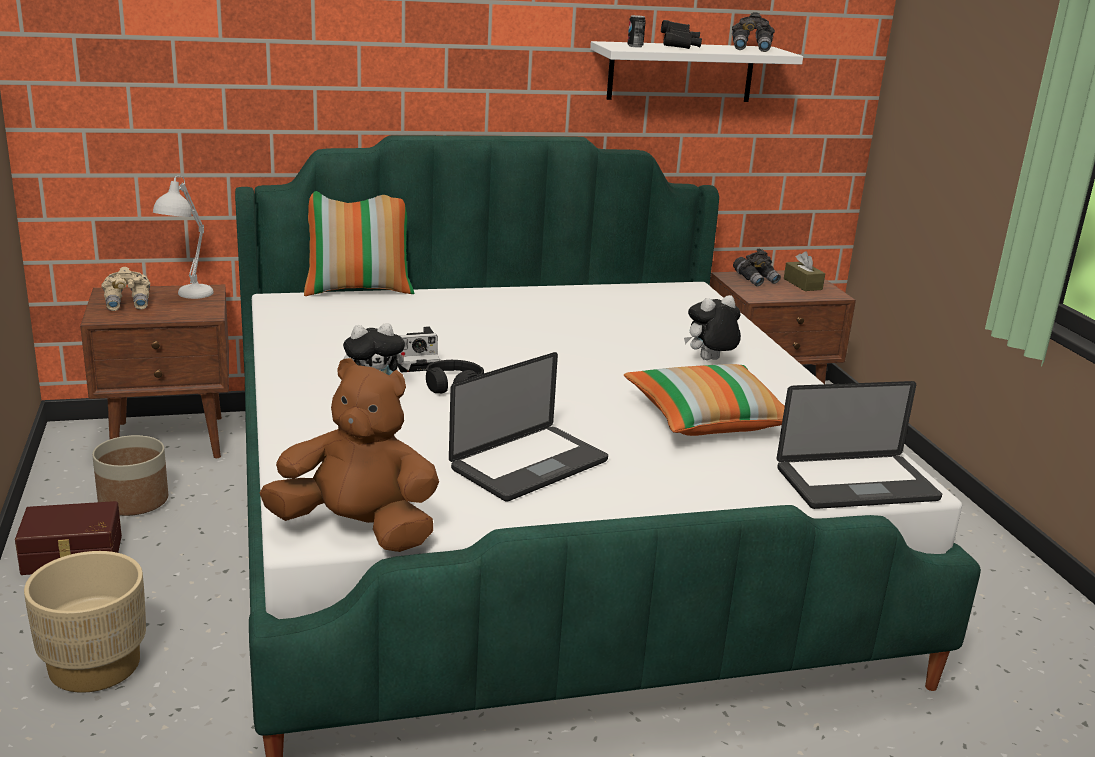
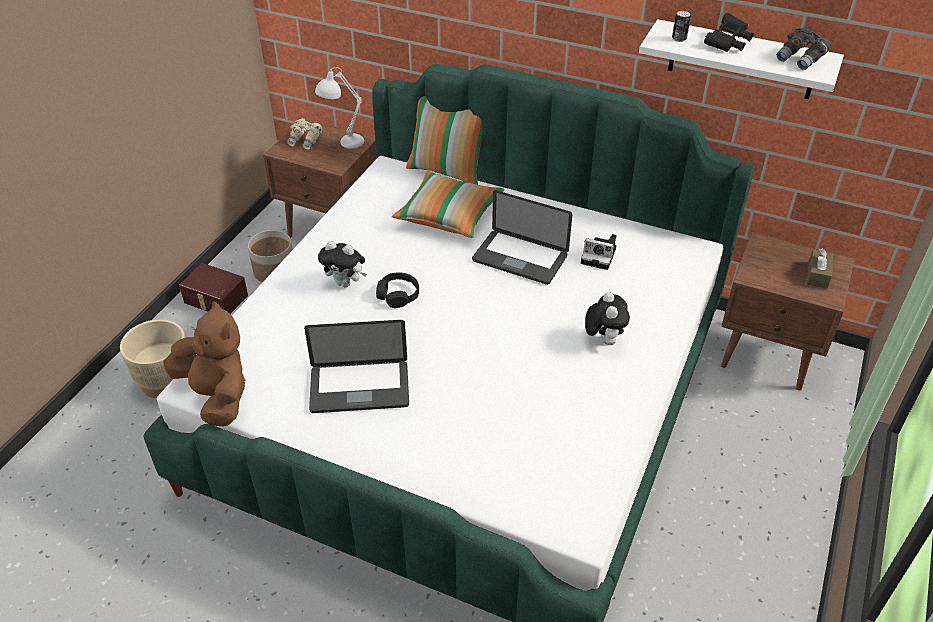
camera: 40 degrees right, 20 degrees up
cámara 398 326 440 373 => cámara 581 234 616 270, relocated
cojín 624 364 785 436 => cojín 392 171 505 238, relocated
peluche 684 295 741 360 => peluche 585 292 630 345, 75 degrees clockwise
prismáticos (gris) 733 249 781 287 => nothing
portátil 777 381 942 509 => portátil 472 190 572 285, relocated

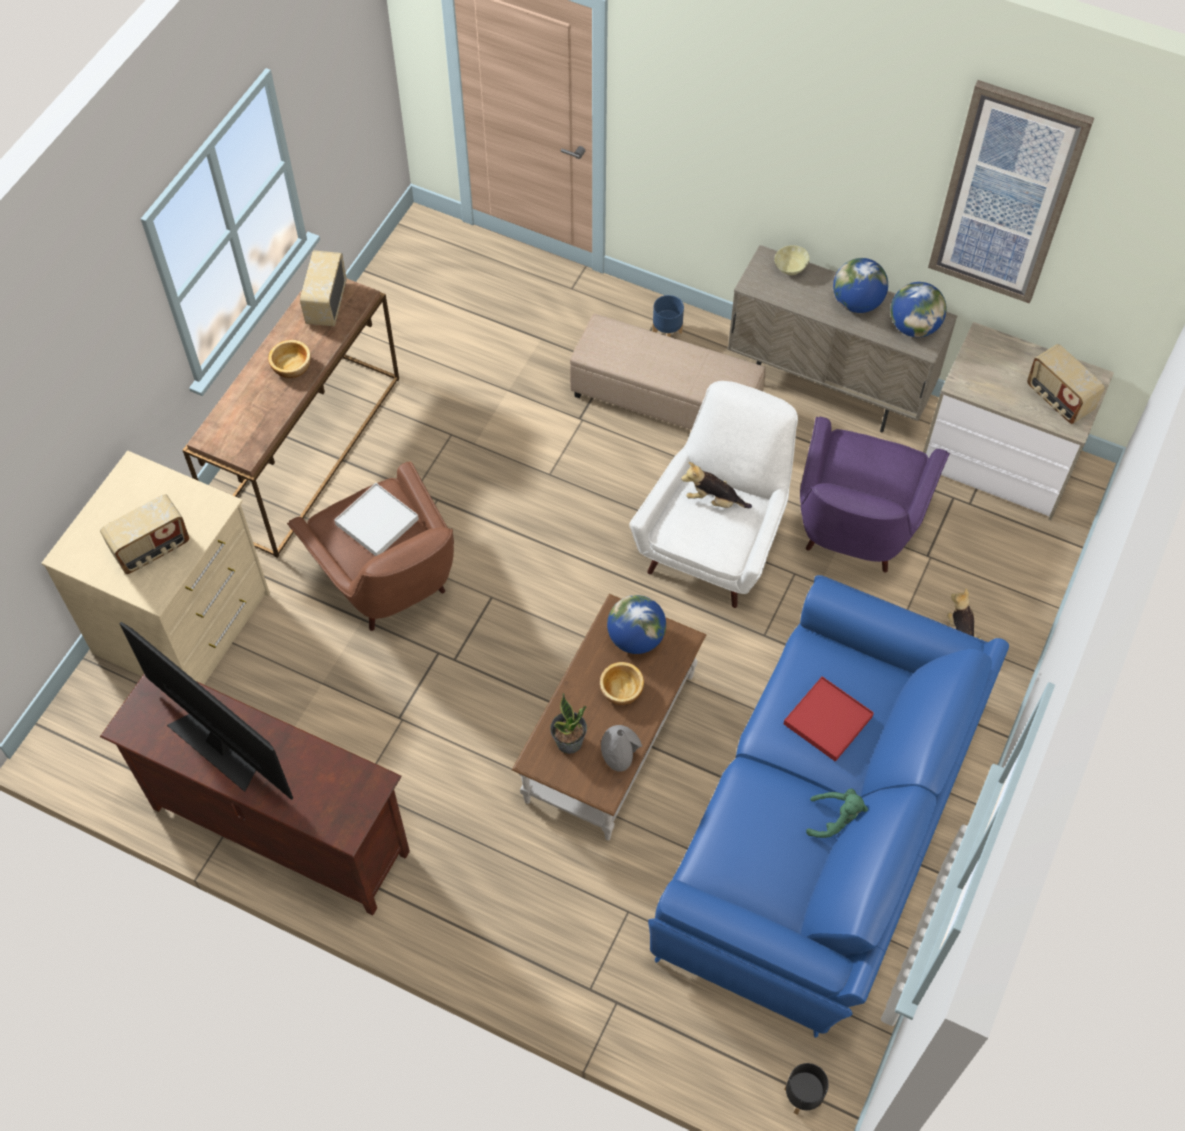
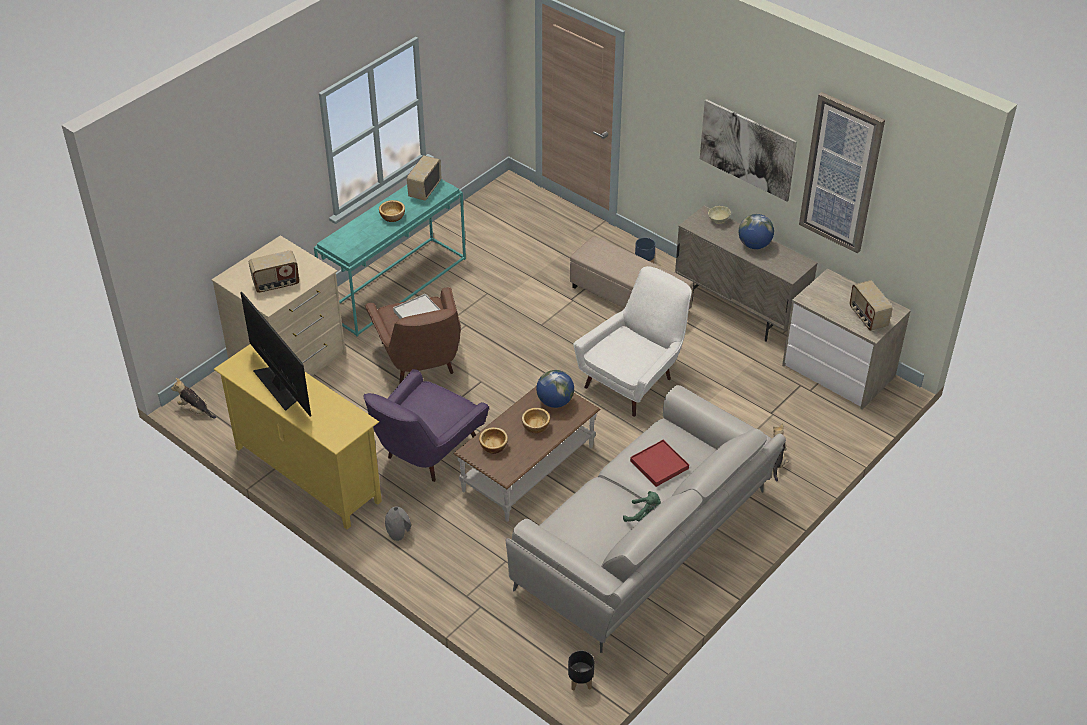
camera: 15 degrees right, 15 degrees down
mueble de televisión (marrón) 100 674 410 916 => mueble de televisión (amarillo) 213 344 382 529
mesa consola (marrón) 182 278 399 558 => mesa consola (turquesa) 314 179 466 337
planta en maceta 550 693 587 754 => cuenco 479 427 508 454
florero (gris) 601 725 642 772 => florero (gris) 385 506 411 541, relocated
sofá (azul) 648 575 1009 1038 => sofá (gris) 506 385 786 653
peluche 681 462 752 508 => peluche 171 378 216 419, relocated
sillón (morado) 800 417 950 573 => sillón (morado) 363 369 489 482, relocated
globo terráqueo 891 282 947 337 => nothing
nothing => cuadro 700 99 797 202

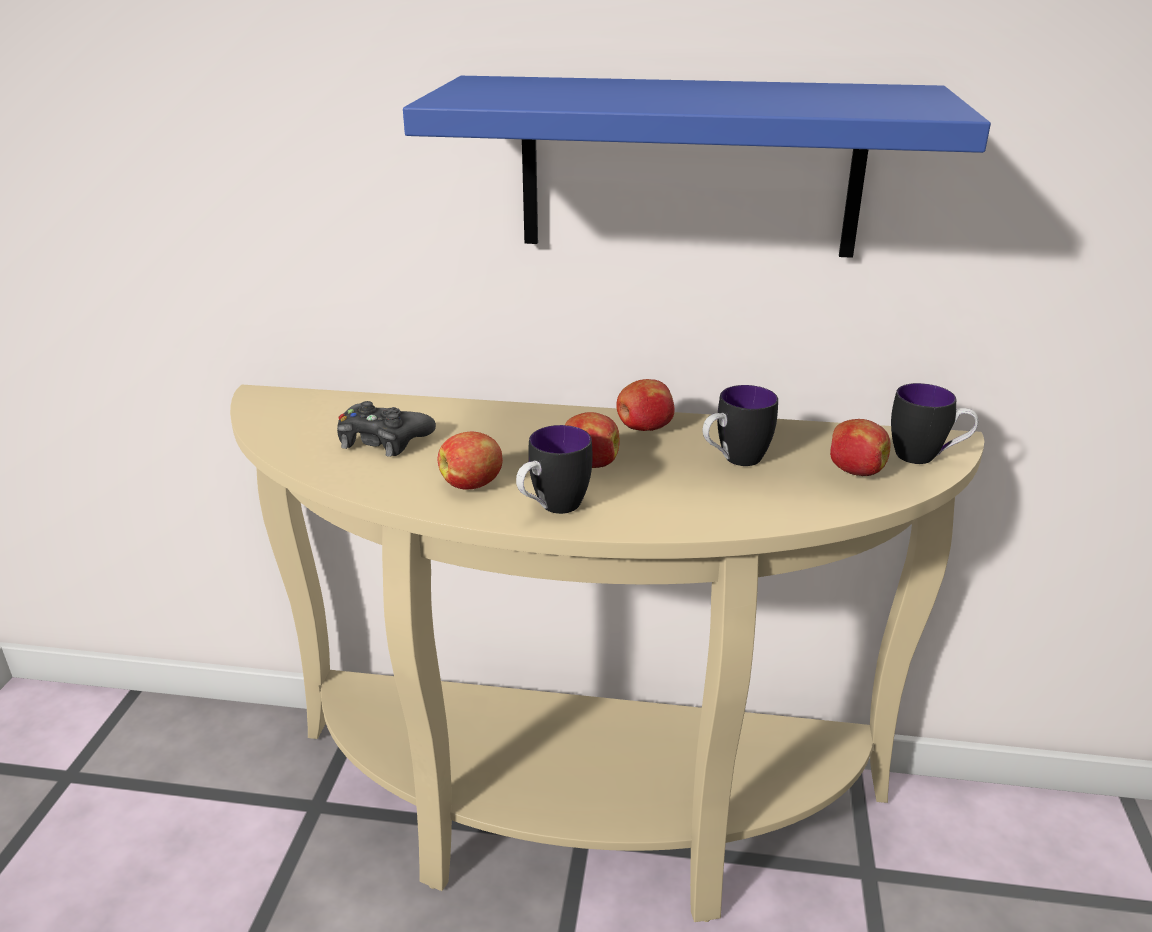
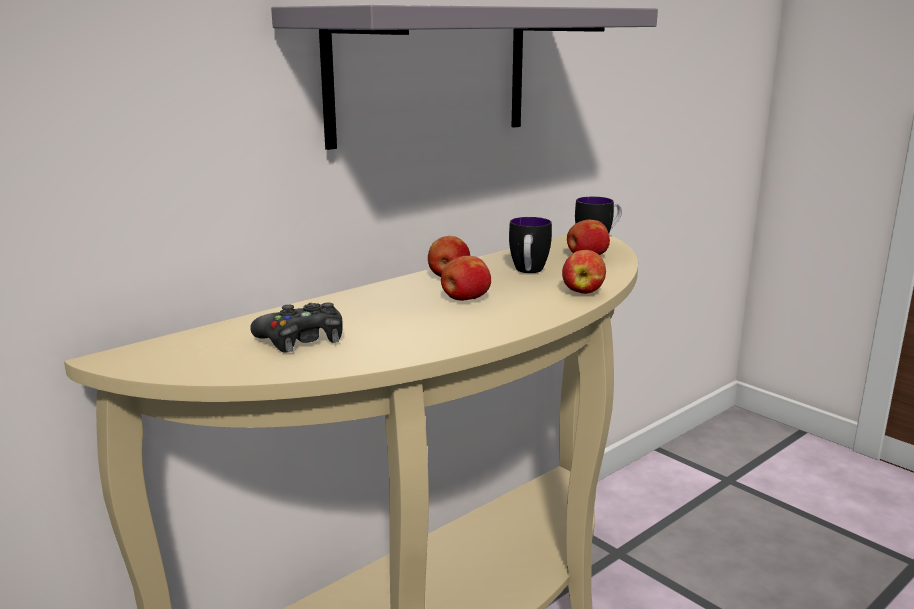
camera: 50 degrees left, 10 degrees down
estante (azul) 403 76 991 258 => estante (gris) 271 5 658 150
manzana 438 431 503 490 => manzana 562 250 606 294, relocated
taza grande 516 425 593 514 => nothing

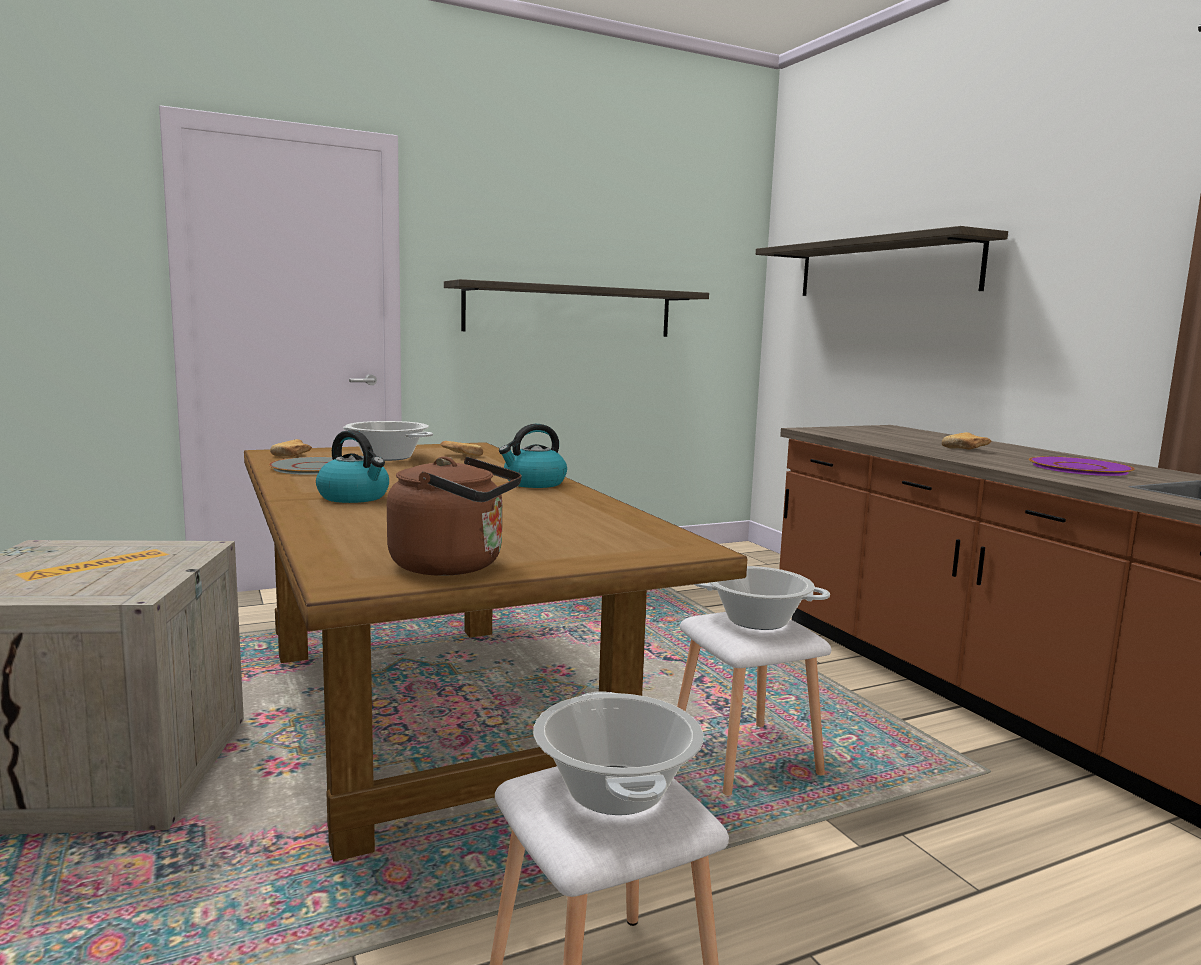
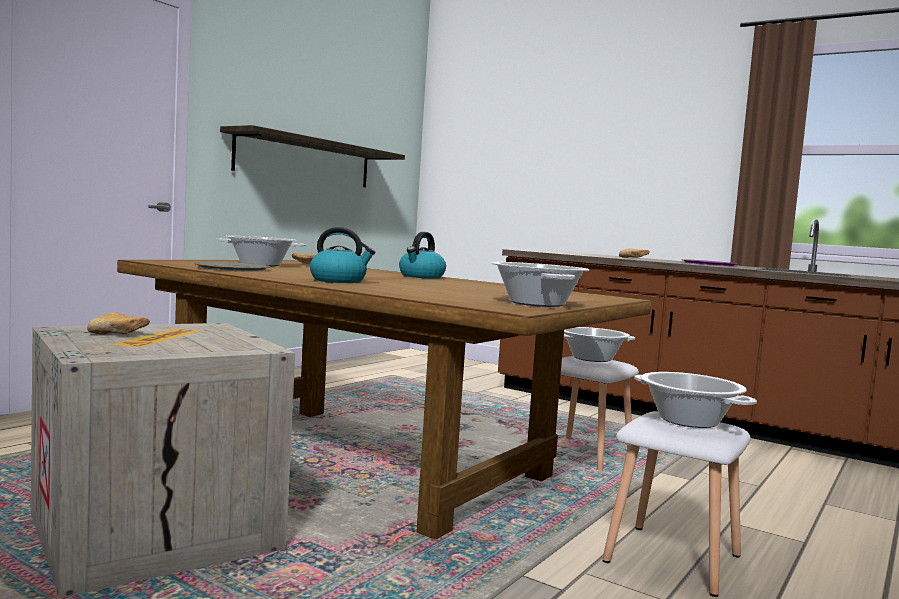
camera: 30 degrees left, 5 degrees down
pan 270 439 312 457 => pan 87 312 150 334, relocated
hervidor (marrón) 387 457 522 576 => olla 492 262 589 307
estante 756 226 1008 296 => nothing

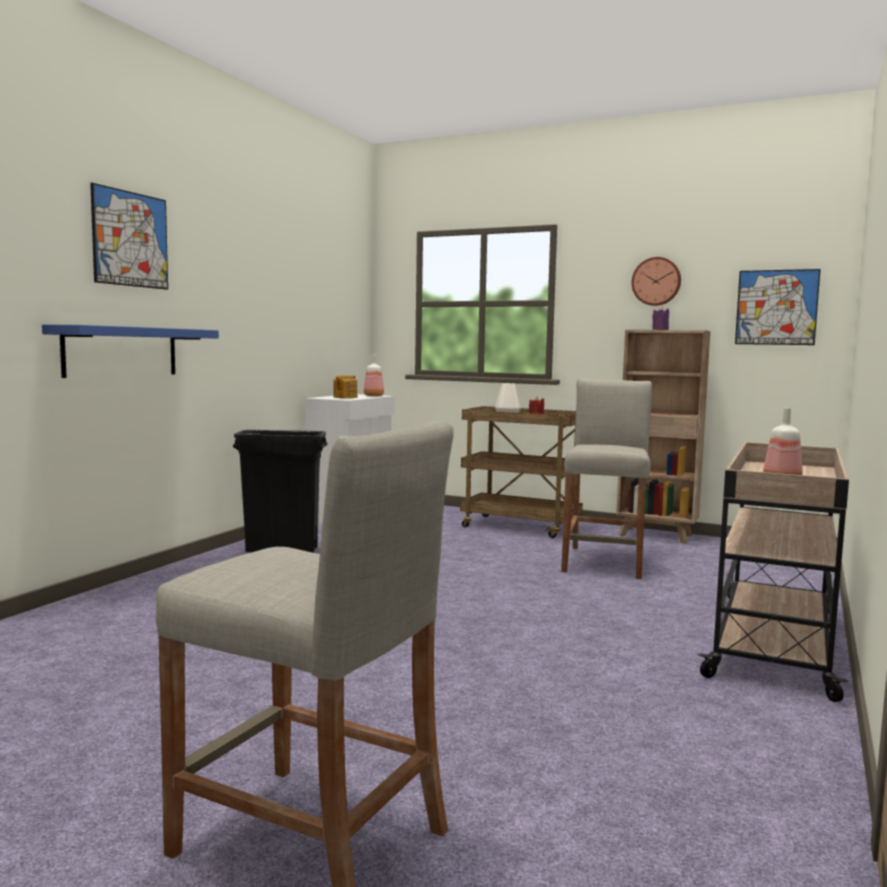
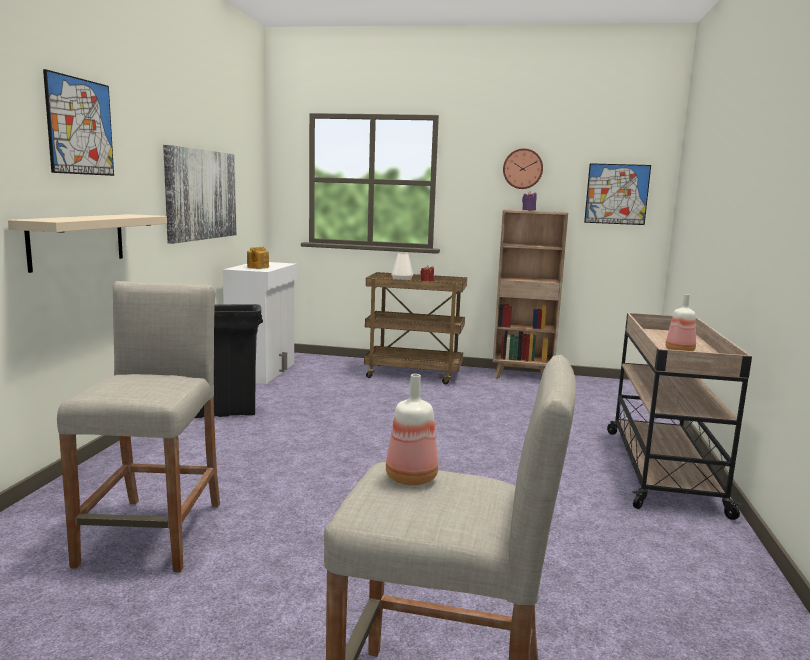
camera: 15 degrees left, 5 degrees up
estante (azul) 42 325 219 378 => estante (beis) 8 214 167 273
botella 364 355 384 397 => botella 386 374 438 485, relocated
taburete (beis) 561 379 652 579 => taburete (beis) 57 281 220 572, relocated
nothing => cuadro 163 145 237 244

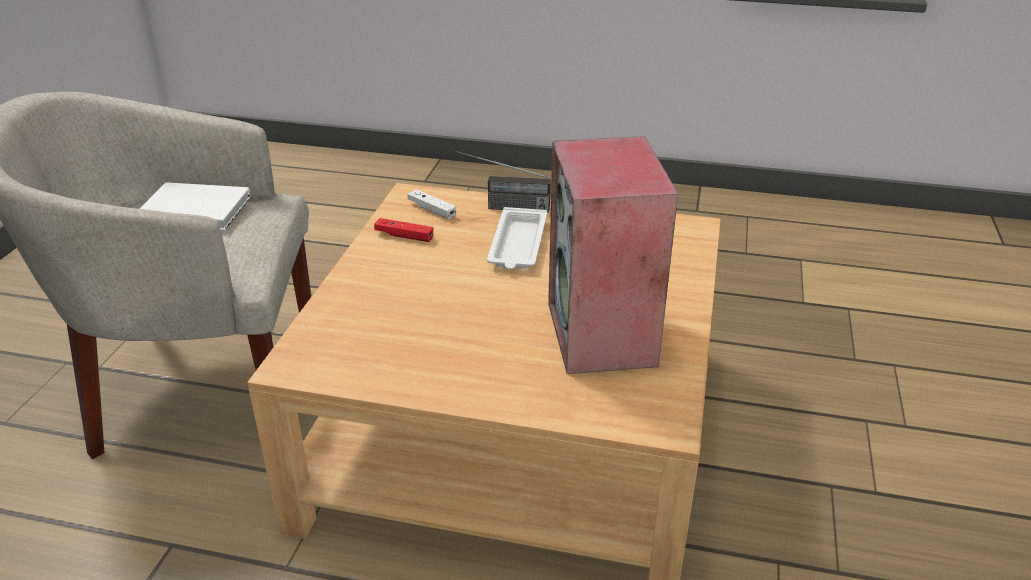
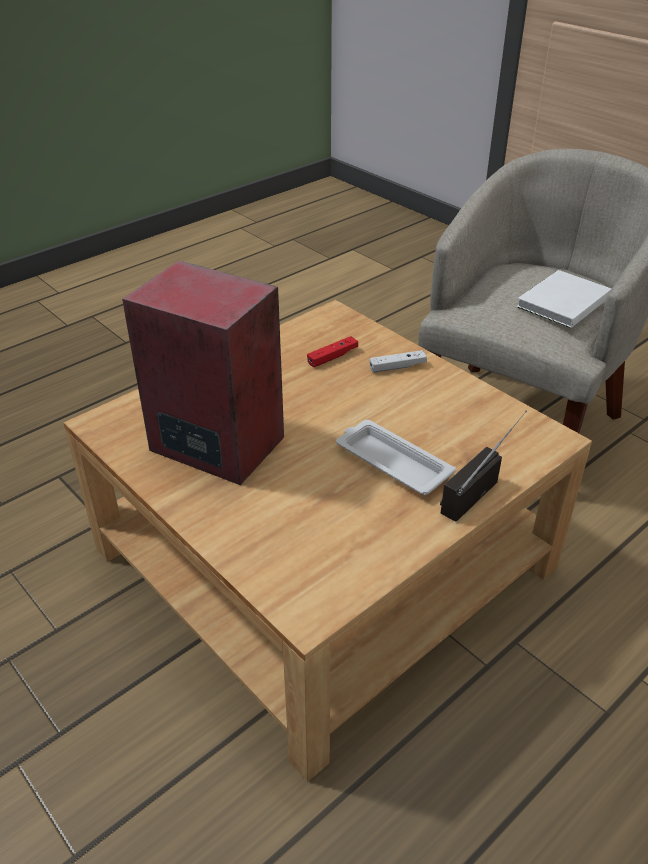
camera: 125 degrees right, 5 degrees up
mando de consola (rojo) 374 218 433 242 => mando de consola (rojo) 307 336 358 367, relocated
mando de consola (blanco) 407 189 456 219 => mando de consola (blanco) 370 350 427 373, relocated

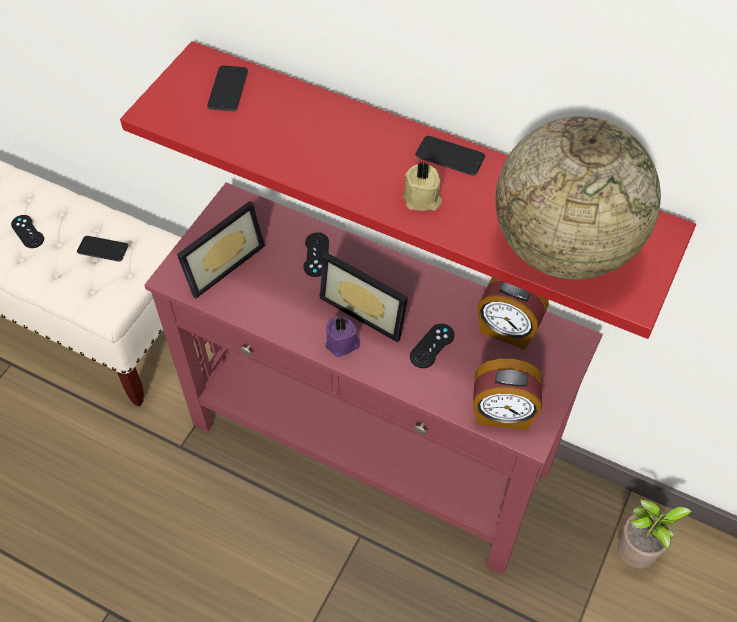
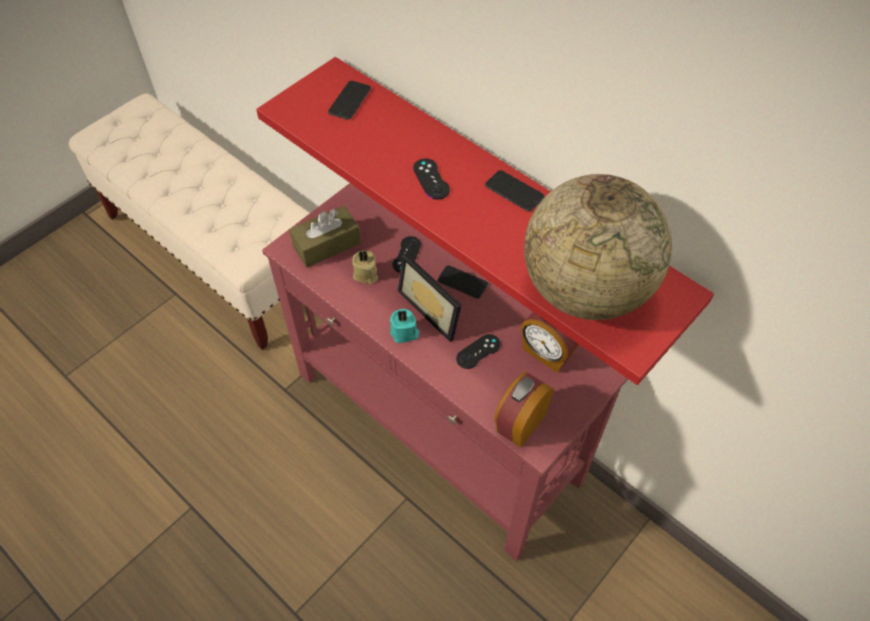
camera: 15 degrees right, 0 degrees up
mando de consola (negro) 11 215 44 248 => mando de consola (negro) 413 159 450 200, relocated
móvil 77 236 129 262 => móvil 437 265 488 299, relocated
portarretratos 177 201 265 299 => caja de pañuelos (marrón) 289 206 361 267
vela (morado) 326 316 360 357 => vela (turquesa) 390 309 419 343
vela (beis) 403 162 442 211 => vela (beis) 353 250 378 284, relocated
despertador 473 359 542 430 => despertador 495 372 554 448, 105 degrees clockwise
planta en maceta 618 499 692 569 => nothing

